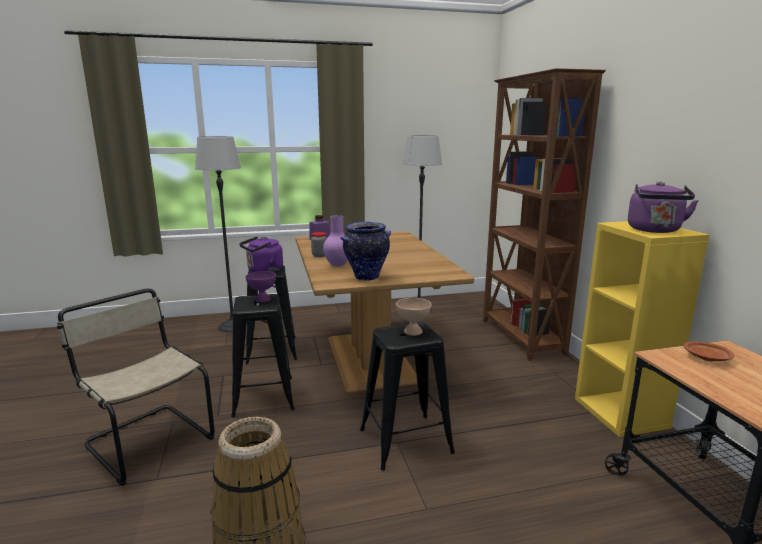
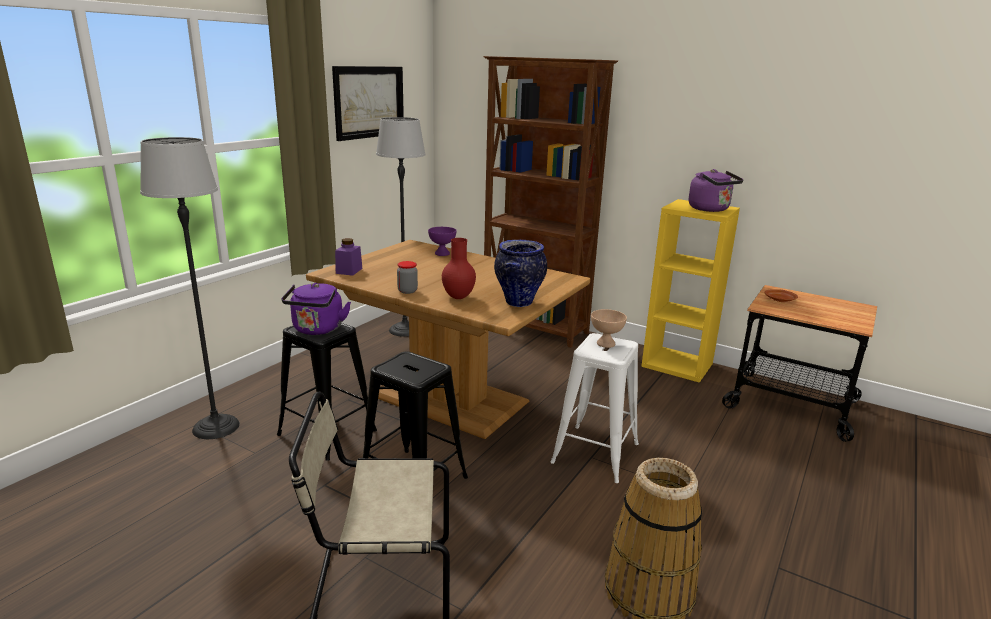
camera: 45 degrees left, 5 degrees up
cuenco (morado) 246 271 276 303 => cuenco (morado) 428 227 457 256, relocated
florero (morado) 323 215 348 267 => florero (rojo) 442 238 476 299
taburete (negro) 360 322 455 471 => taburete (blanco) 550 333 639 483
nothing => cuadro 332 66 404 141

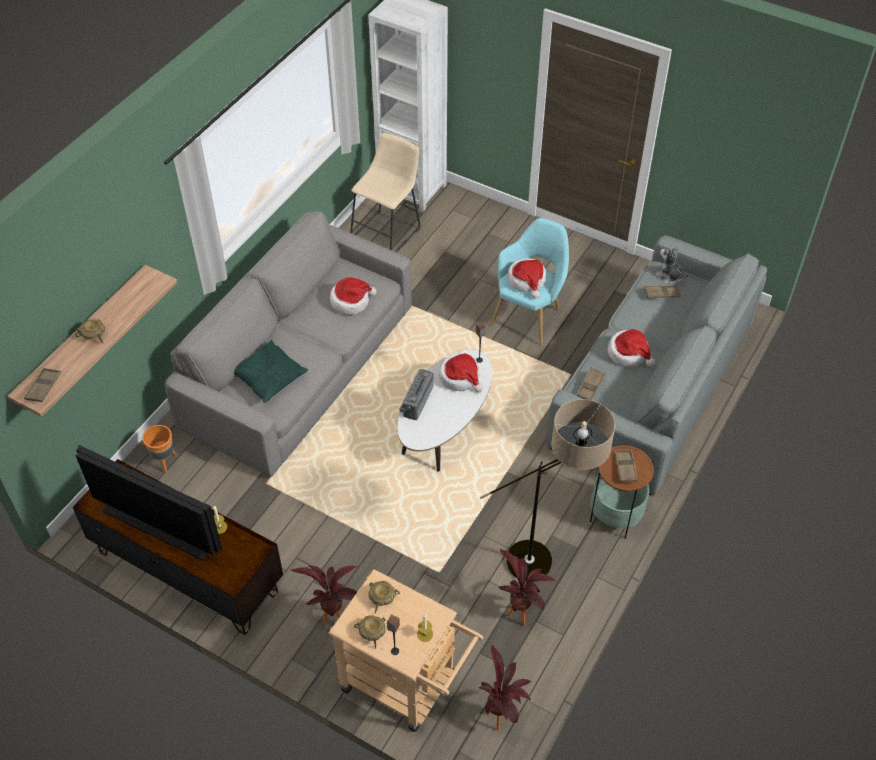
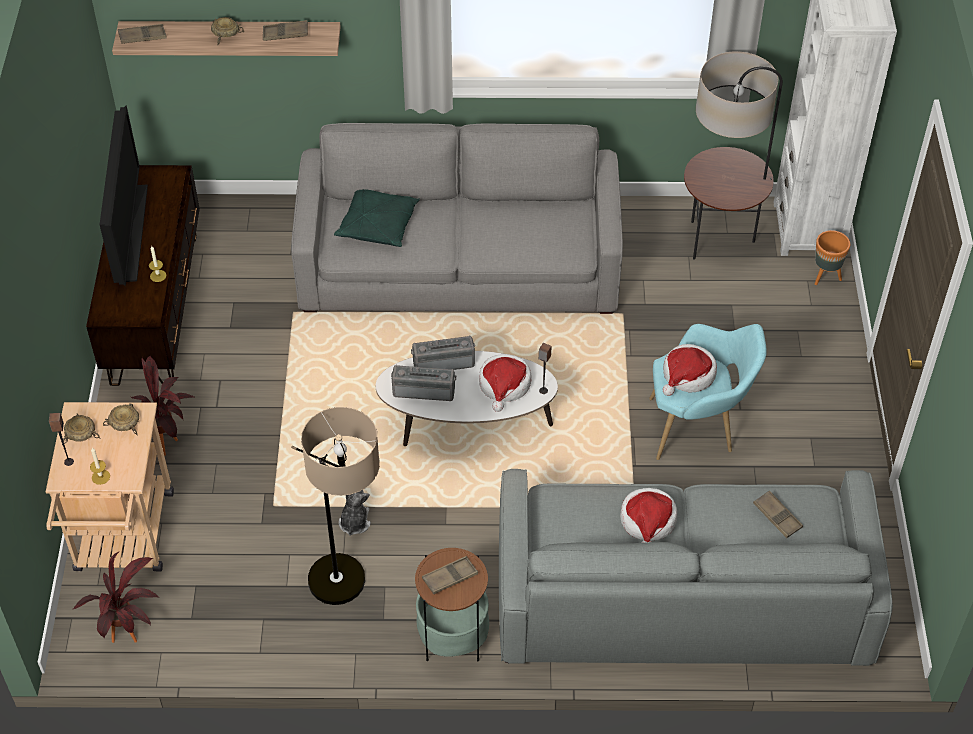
camera: 60 degrees right, 0 degrees up
maceta (naranja) 142 425 177 473 => maceta (naranja) 815 230 850 285, relocated
sombrero 330 278 377 315 => nothing
taburete (beis) 350 133 420 252 => lámpara de pie 684 51 783 259
planta en maceta 499 548 557 626 => nothing
bandeja (marrón) 577 367 605 400 => bandeja (marrón) 263 20 308 41, relocated
peluche 655 245 689 284 => peluche 339 490 371 536, relocated
nothing => radio 391 365 456 401

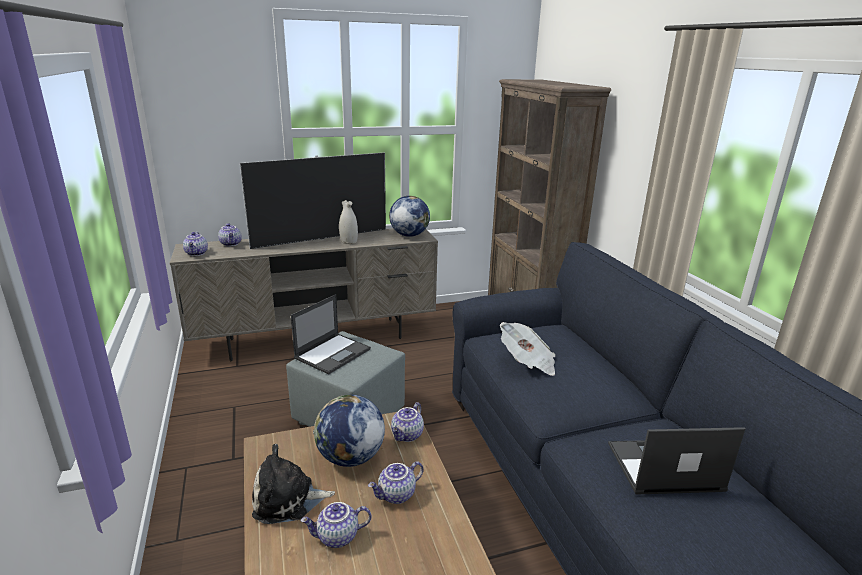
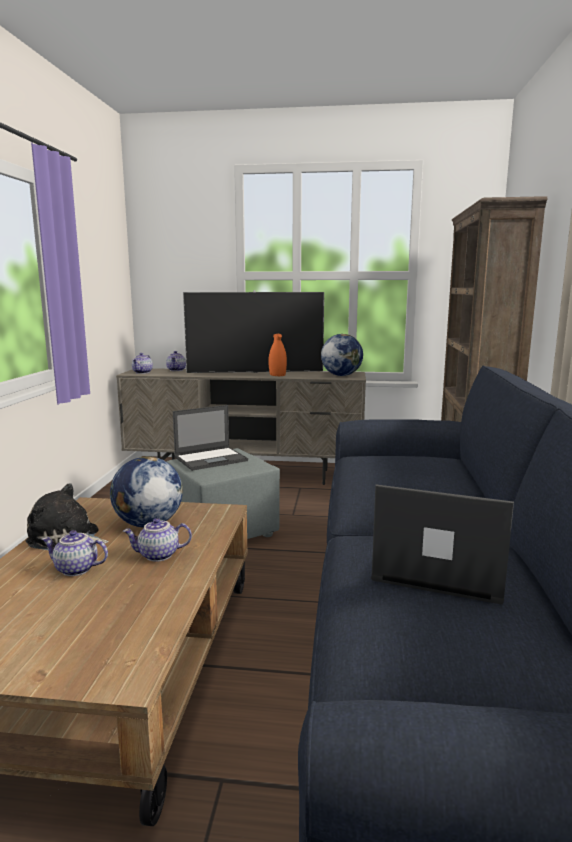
camera: 25 degrees right, 10 degrees down
florero (blanco) 339 200 358 244 => florero (naranja) 268 334 287 376
tetera 391 402 424 442 => nothing
periódico 500 322 555 376 => nothing

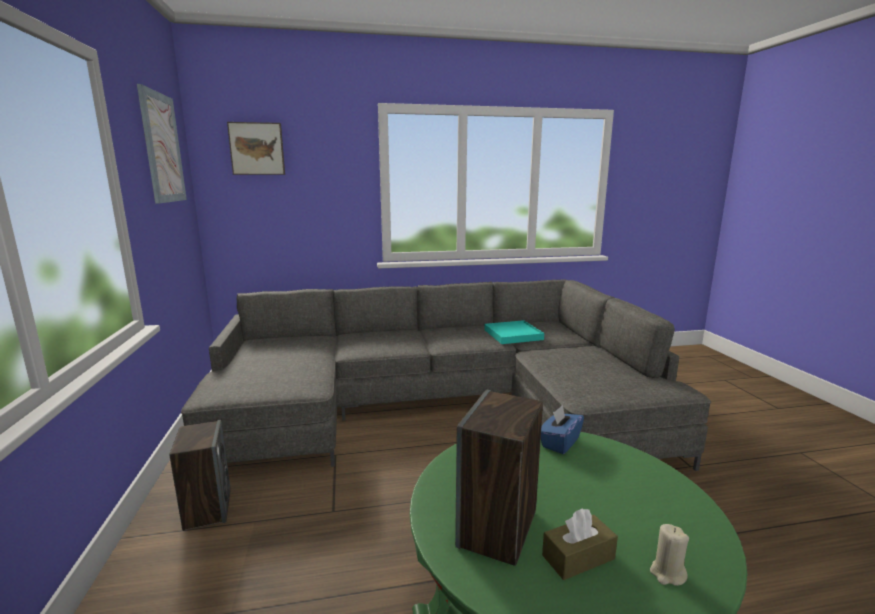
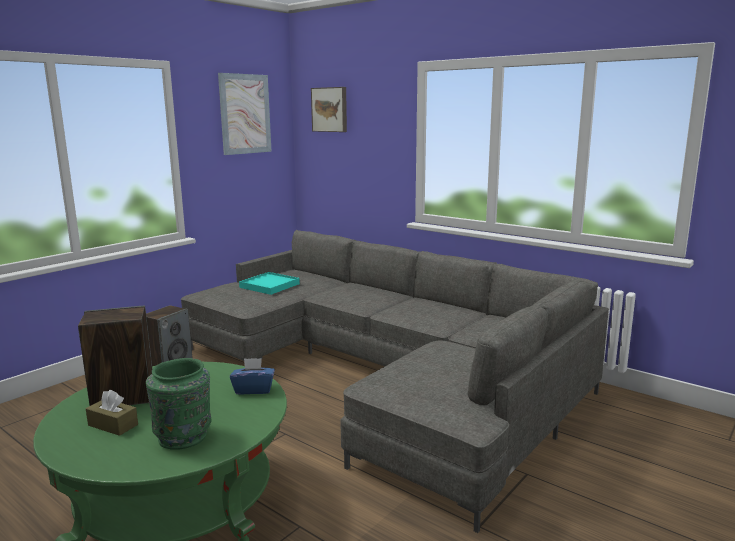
camera: 50 degrees right, 0 degrees up
bandeja (turquesa) 484 320 544 344 => bandeja (turquesa) 239 272 300 295, relocated
vela (beis) 650 524 689 586 => nothing
nothing => florero (verde) 146 358 211 450

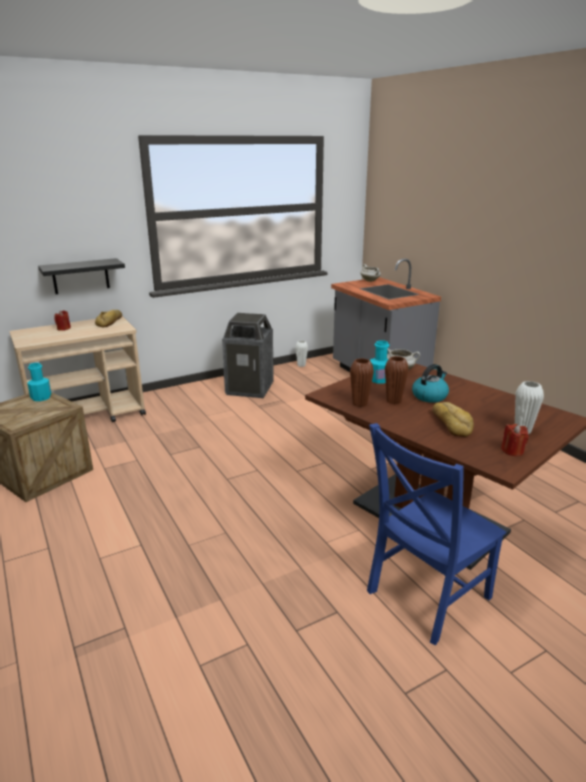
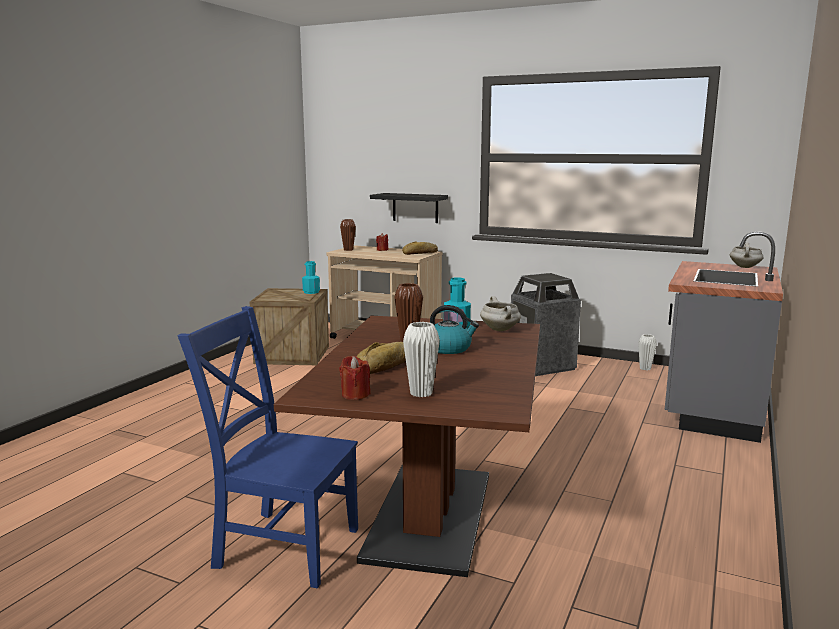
camera: 55 degrees right, 10 degrees down
florero (marrón) 350 358 374 407 => florero (marrón) 340 219 356 251, relocated

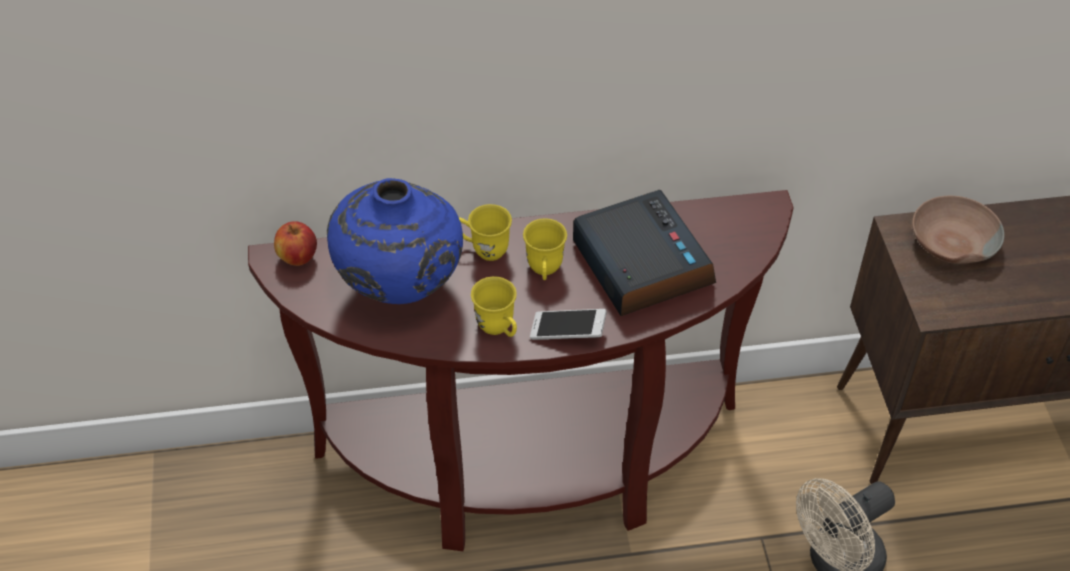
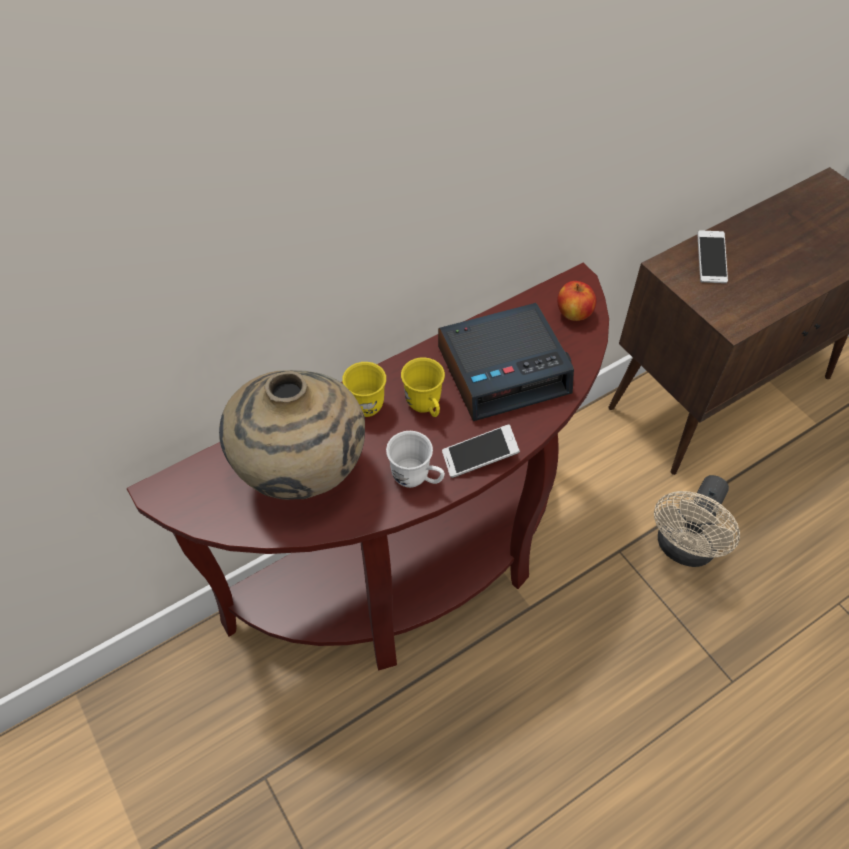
camera: 25 degrees left, 5 degrees up
manzana 274 221 317 266 => manzana 557 281 597 321, relocated
florero (azul) 327 178 463 304 => florero (beis) 219 370 365 500
taza grande (amarillo) 471 276 517 337 => taza grande (blanco) 386 431 445 488
despertador 573 190 716 316 => despertador 438 303 574 421, 120 degrees clockwise
cuenco (marrón) 912 196 1004 264 => móvil 697 230 728 283

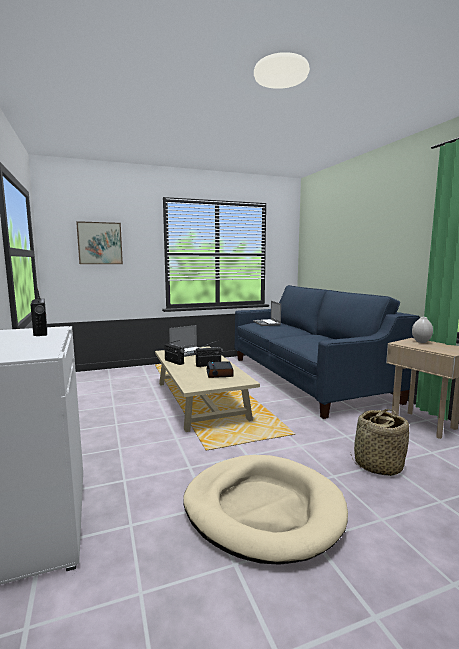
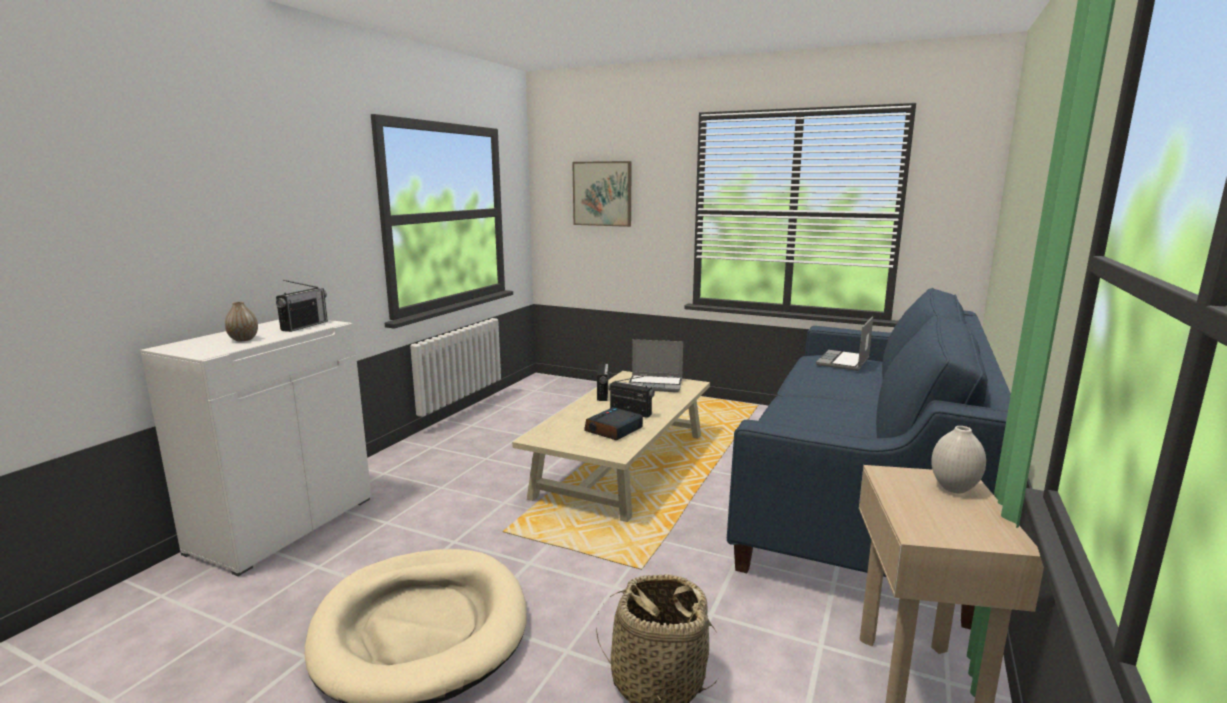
camera: 45 degrees right, 5 degrees up
nothing => florero 225 302 258 341

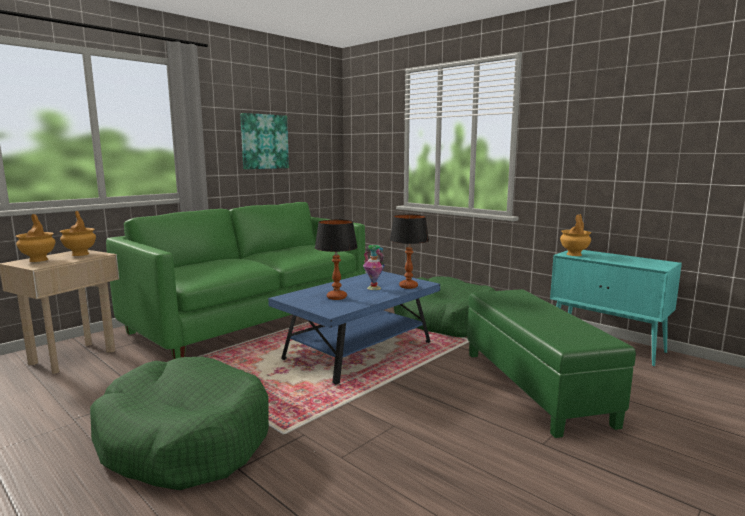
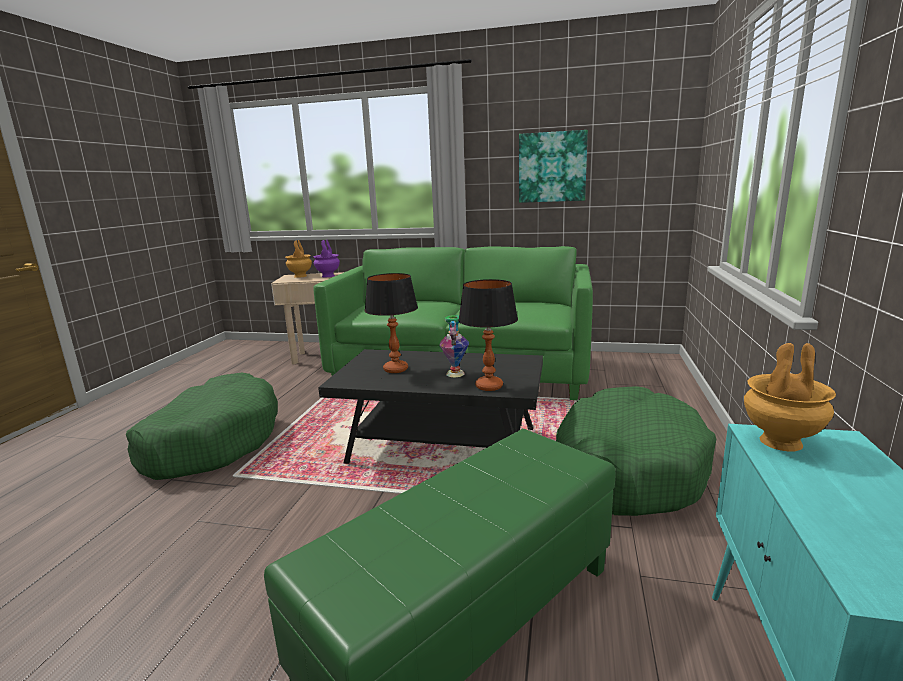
camera: 60 degrees right, 5 degrees up
florero (marrón) 60 211 96 256 => florero (morado) 313 240 340 277
mesa de centro (azul) 268 271 440 385 => mesa de centro (negro) 318 349 543 465

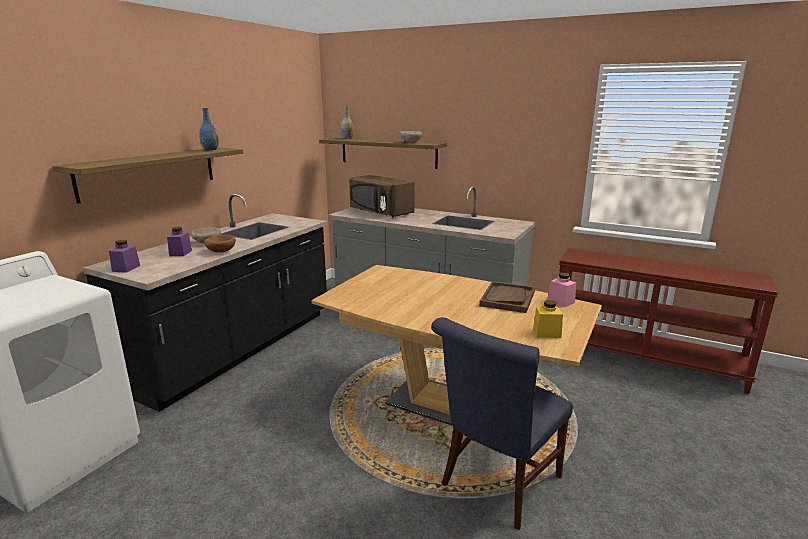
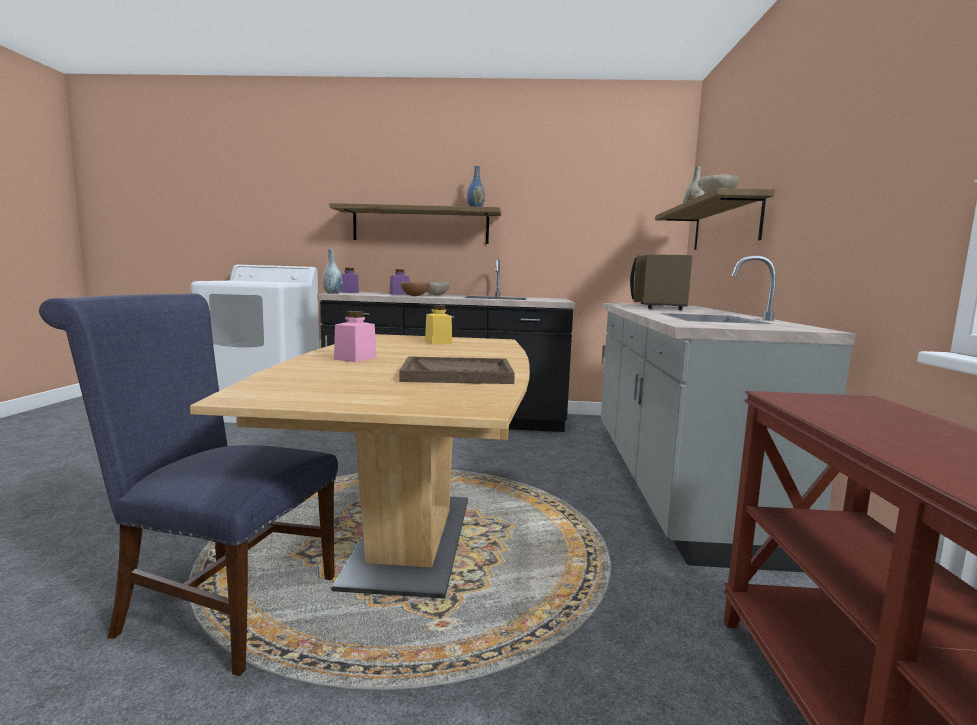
camera: 65 degrees right, 10 degrees down
tarro (amarillo) 533 300 563 338 => tarro (amarillo) 425 305 452 344, relocated
tarro (rosa) 548 272 576 307 => tarro (rosa) 334 311 376 362, relocated
nothing => florero (gris) 322 249 343 294

